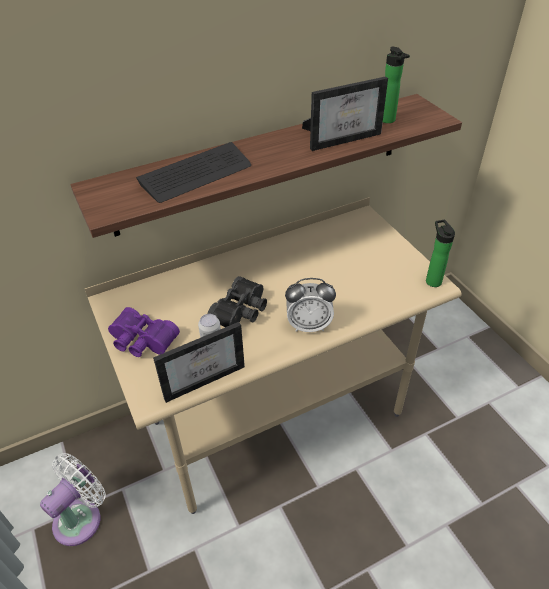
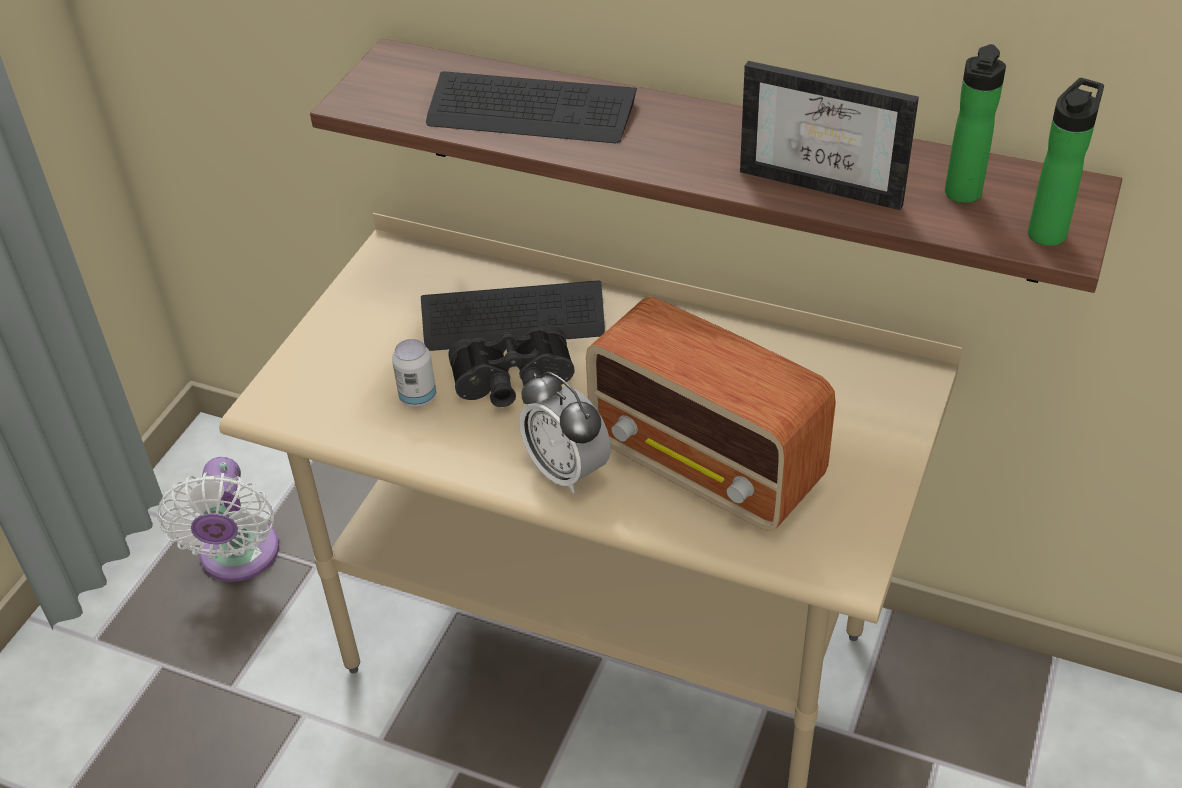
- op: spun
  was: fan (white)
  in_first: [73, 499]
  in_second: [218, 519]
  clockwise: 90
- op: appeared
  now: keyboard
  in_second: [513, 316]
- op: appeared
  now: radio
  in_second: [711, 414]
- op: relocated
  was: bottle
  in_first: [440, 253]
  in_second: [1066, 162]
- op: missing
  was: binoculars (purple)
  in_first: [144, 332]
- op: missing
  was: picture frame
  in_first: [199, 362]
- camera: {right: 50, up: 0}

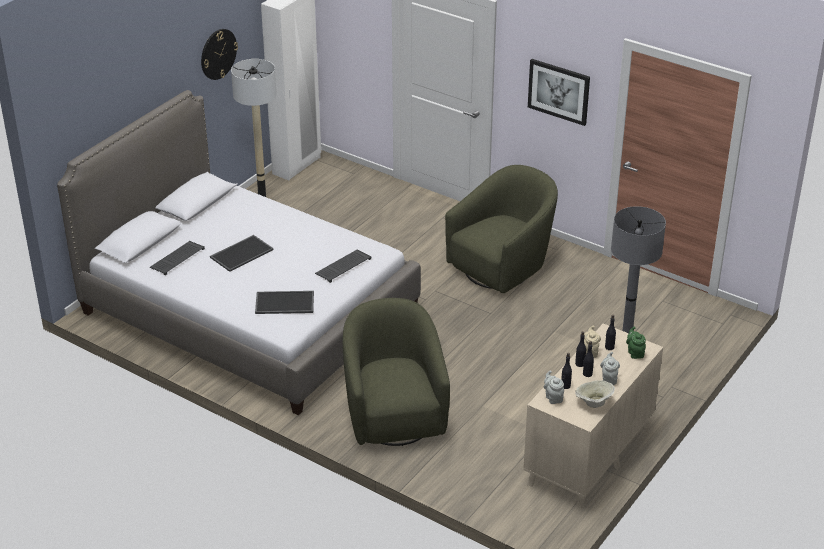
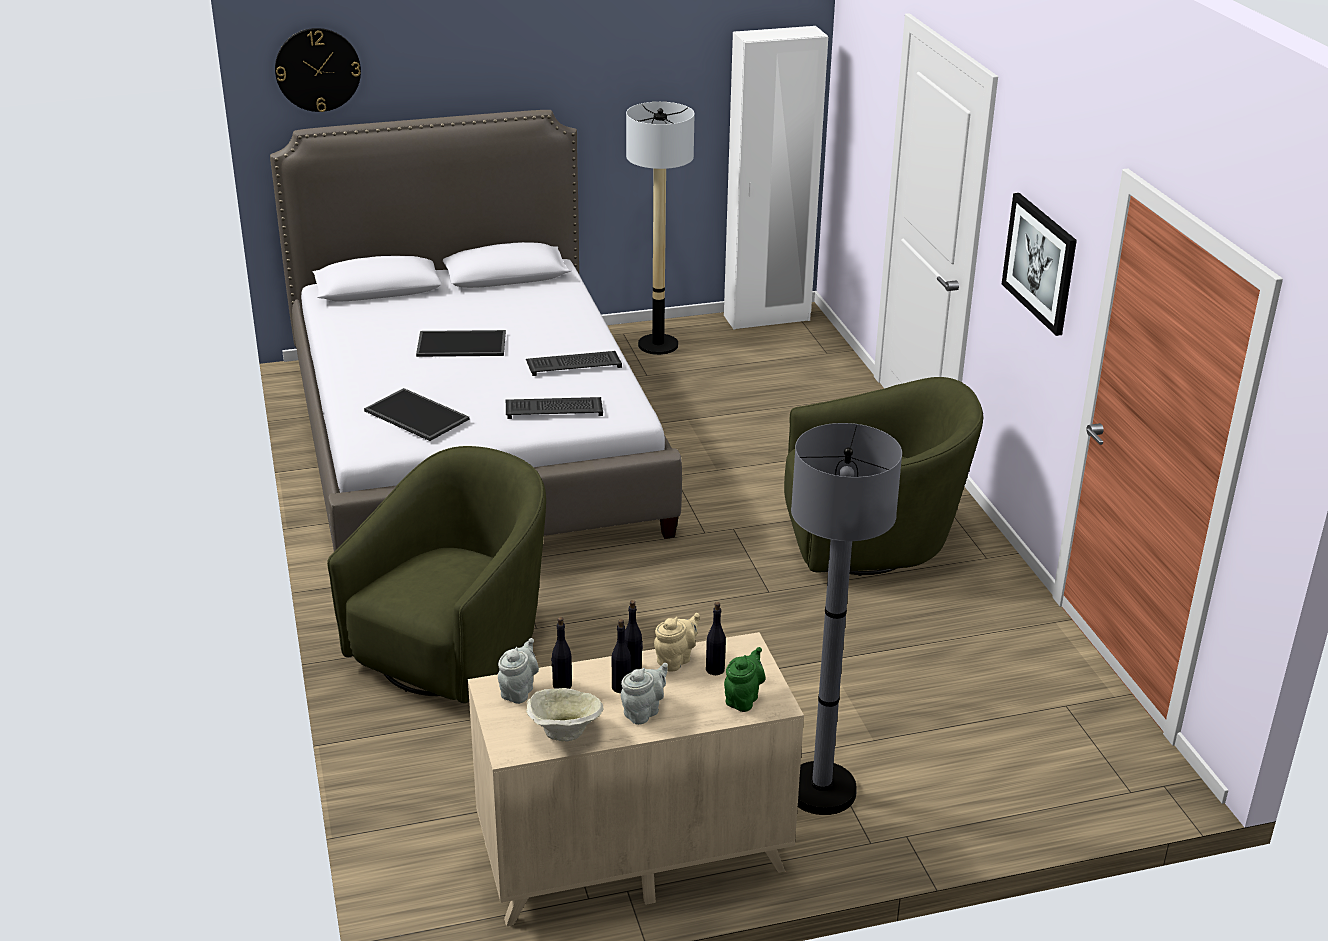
- op: relocated
  was: wall clock
  in_first: [219, 54]
  in_second: [318, 70]
- op: relocated
  was: keyboard
  in_first: [177, 258]
  in_second: [574, 363]
- camera: {right: 40, up: -5}

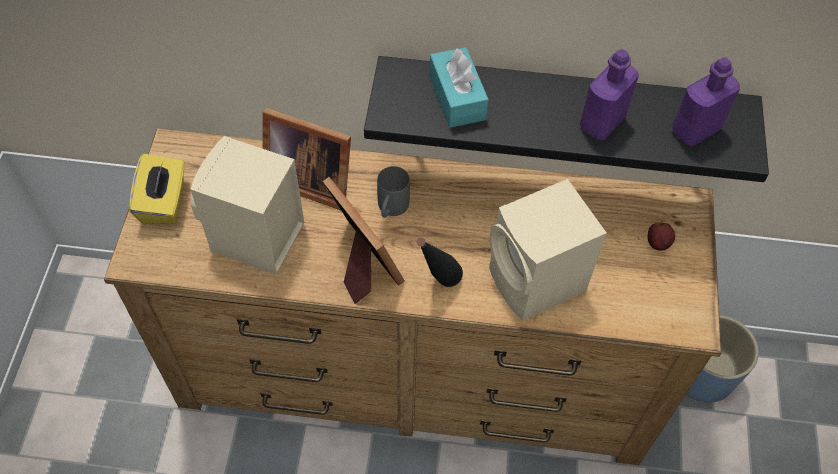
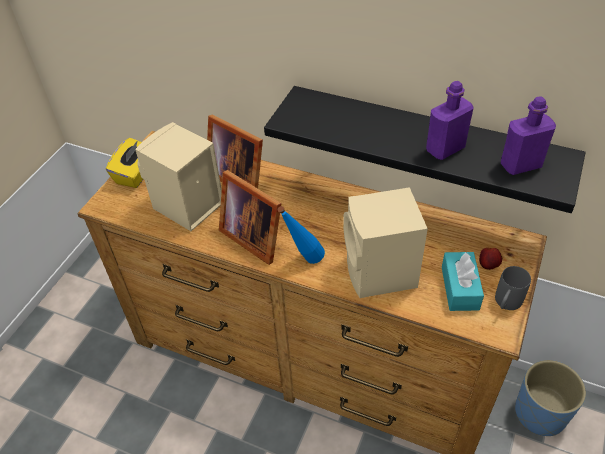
- op: spun
  was: picture frame
  in_first: [364, 240]
  in_second: [250, 217]
  clockwise: 150
- op: colour
  was: bottle (black)
  now: bottle (blue)
  in_first: [439, 262]
  in_second: [301, 235]
- op: relocated
  was: tissue box (turquoise)
  in_first: [459, 87]
  in_second: [463, 281]
- op: relocated
  was: mug (grey)
  in_first: [393, 192]
  in_second: [513, 288]
- camera: {right: 20, up: -10}

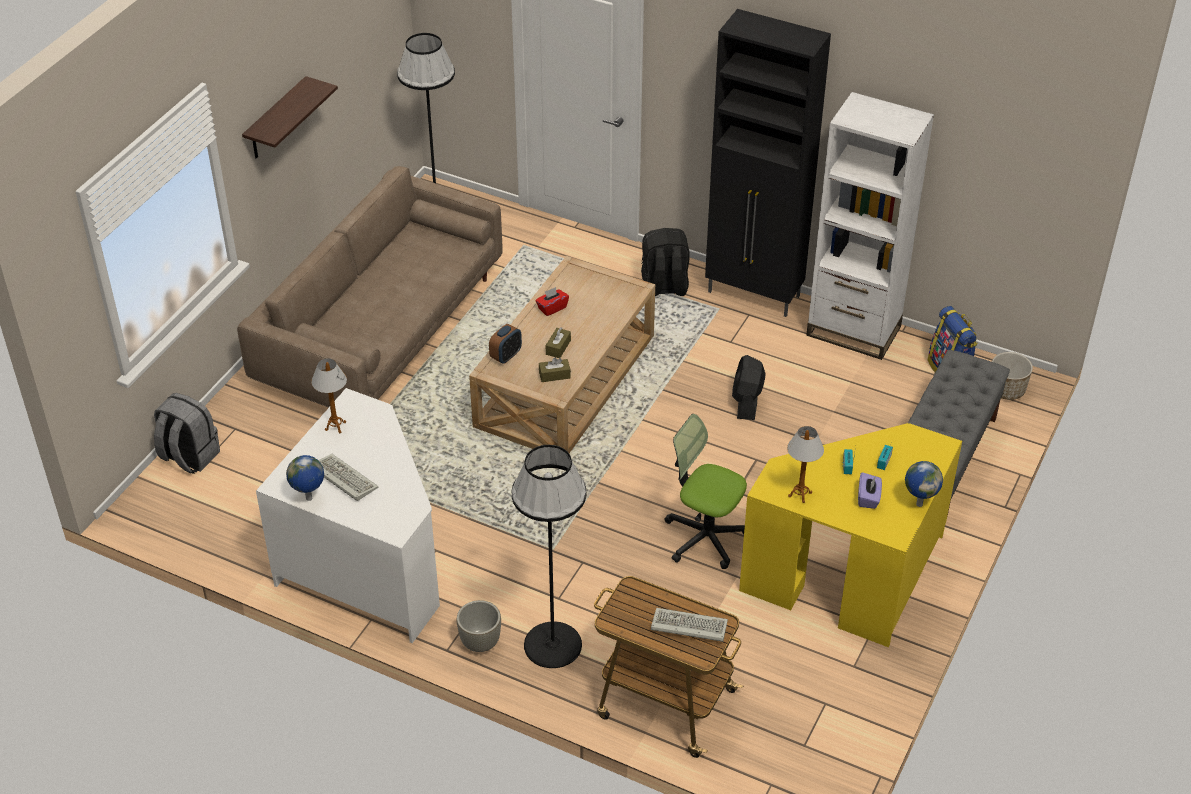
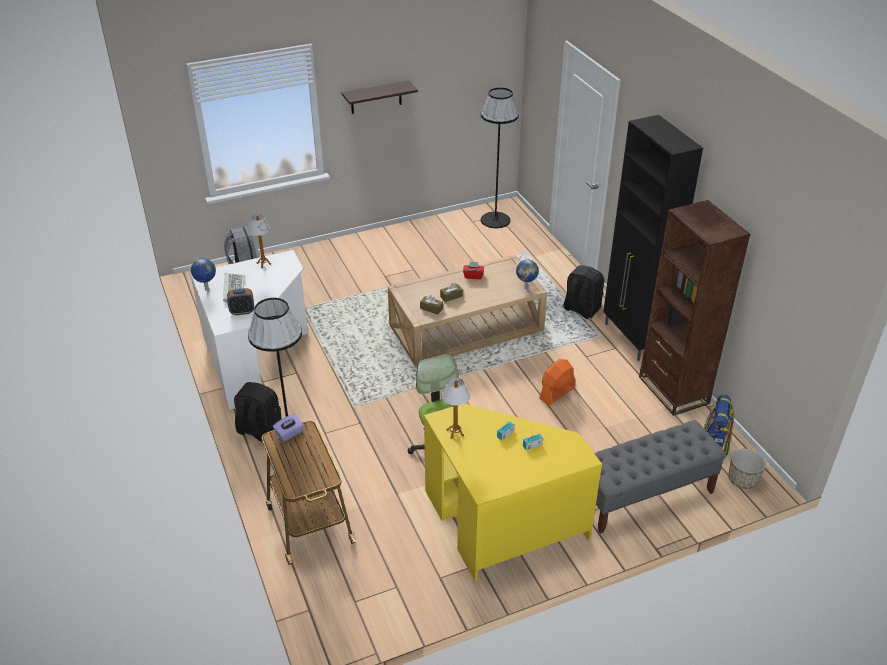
- op: relocated
  was: alarm clock
  in_first: [505, 344]
  in_second: [240, 302]
- op: exchanged
  was: planter (grey)
  now: backpack (black)
  in_first: [479, 626]
  in_second: [258, 412]
- op: relocated
  was: tissue box (purple)
  in_first: [870, 490]
  in_second: [288, 427]
- op: relocated
  was: globe
  in_first: [924, 484]
  in_second: [527, 275]
- op: colour
  was: fan (black)
  now: fan (orange)
  in_first: [748, 387]
  in_second: [557, 382]
- op: colour
  was: bookcase (white)
  now: bookcase (brown)
  in_first: [870, 226]
  in_second: [695, 308]
- op: missing
  was: sofa (beige)
  in_first: [370, 287]
- op: missing
  was: keyboard
  in_first: [689, 625]
- camera: {right: 40, up: -5}

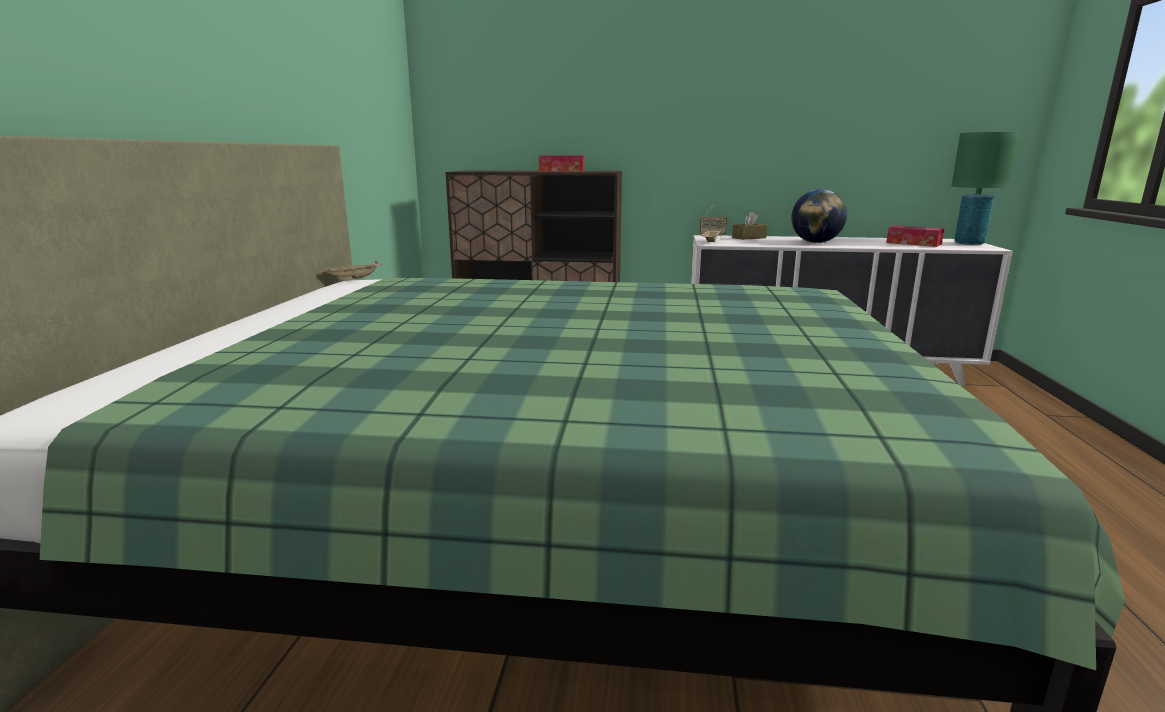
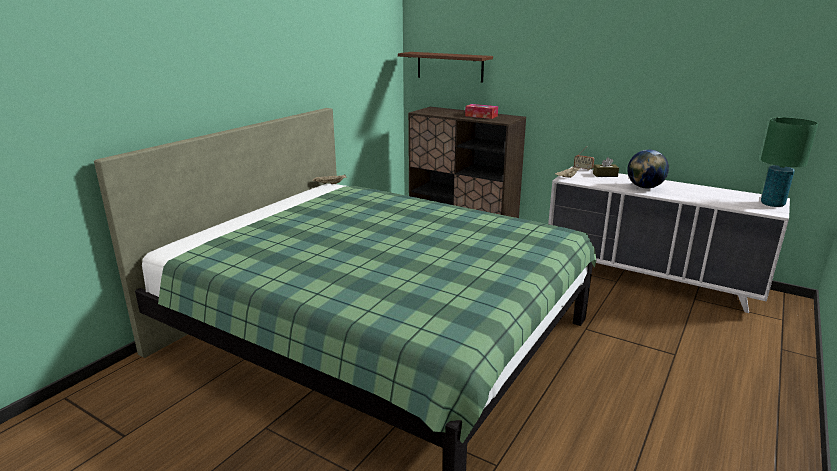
- op: appeared
  now: shelf (brown)
  in_second: [445, 67]
- op: missing
  was: tissue box
  in_first: [915, 236]
- camera: {right: 25, up: 5}

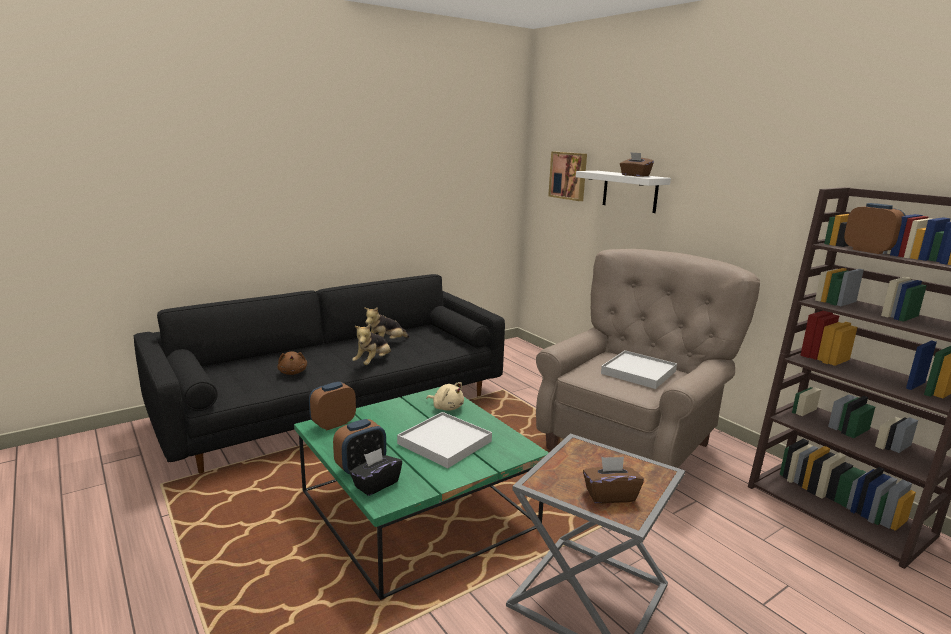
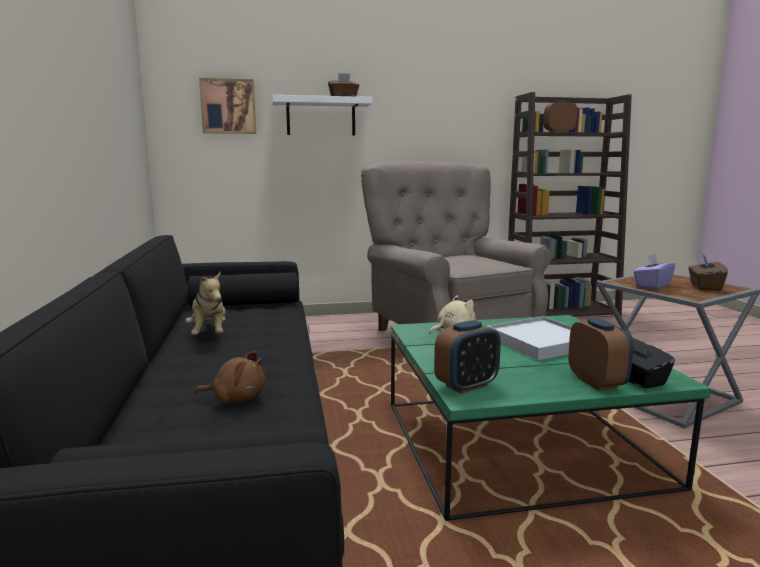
- op: spun
  was: alarm clock
  in_first: [332, 406]
  in_second: [467, 357]
  clockwise: -105
- op: appeared
  now: tissue box (purple)
  in_second: [654, 271]
- op: missing
  was: plush toy
  in_first: [371, 344]
- op: missing
  was: tray (white)
  in_first: [639, 369]
- camera: {right: -65, up: -5}

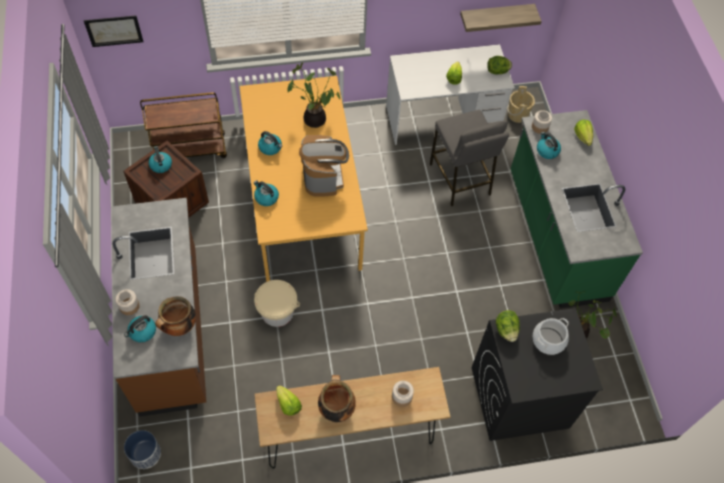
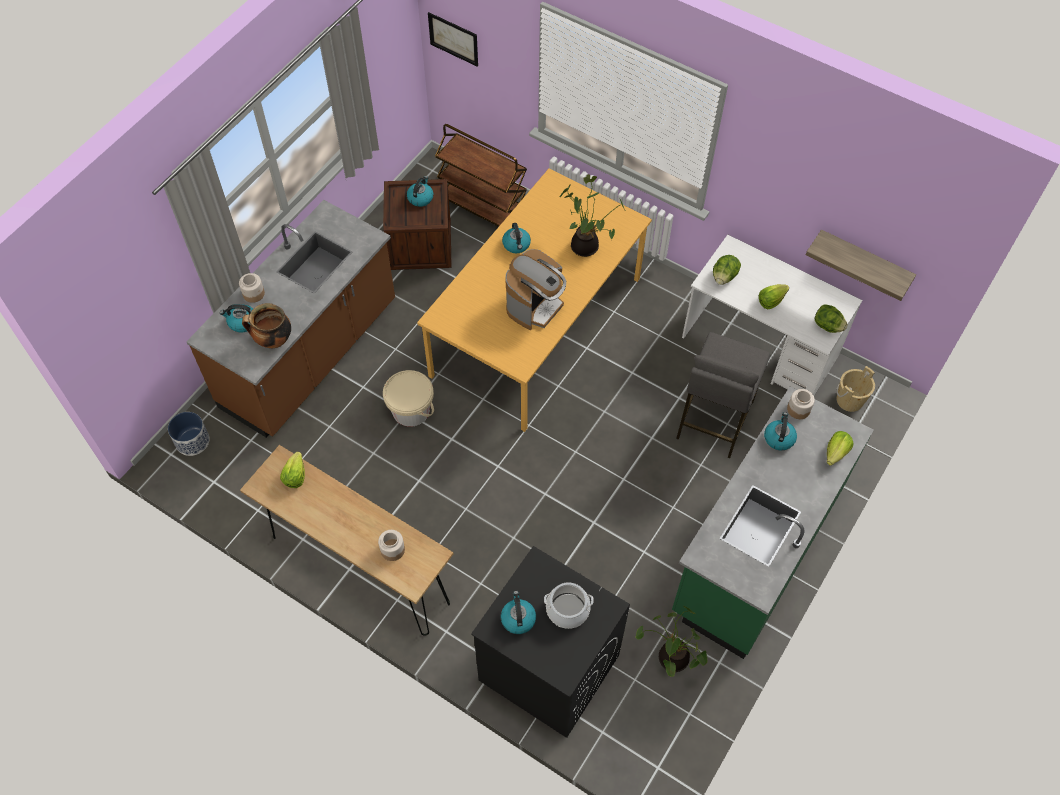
- op: relocated
  was: kettle
  in_first: [266, 193]
  in_second: [518, 612]
- op: relocated
  was: lettuce
  in_first: [508, 326]
  in_second: [727, 270]
- op: missing
  was: cooking pot
  in_first: [337, 398]
- camera: {right: 45, up: 0}

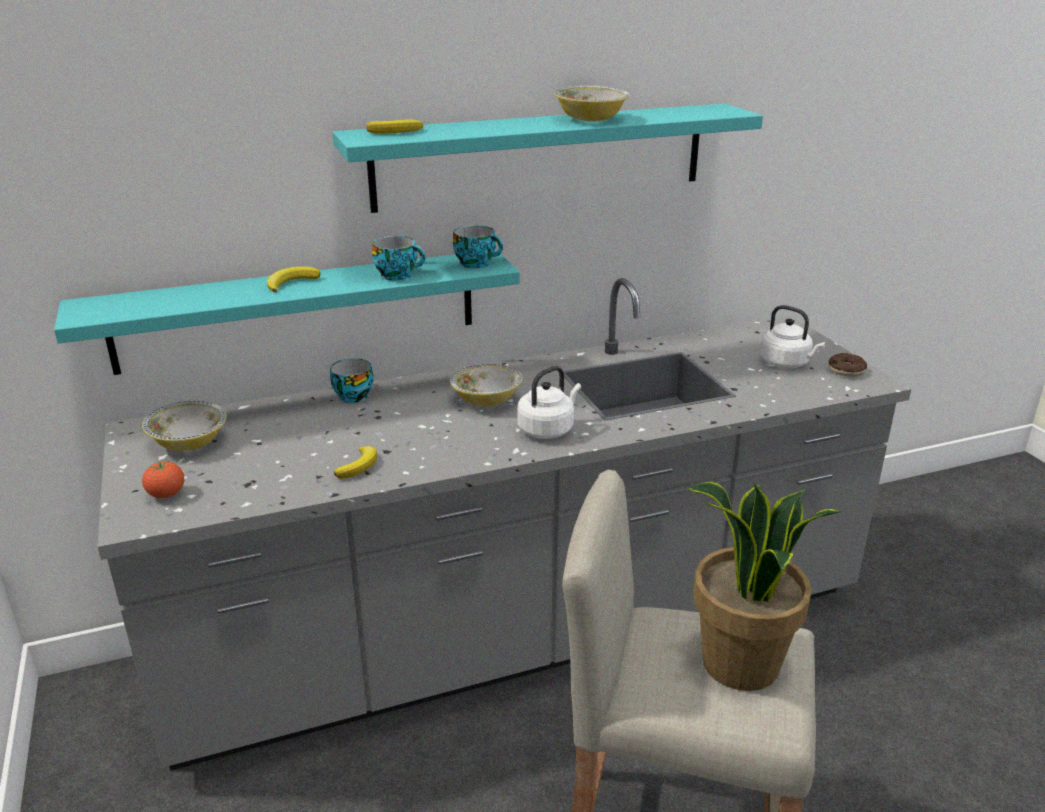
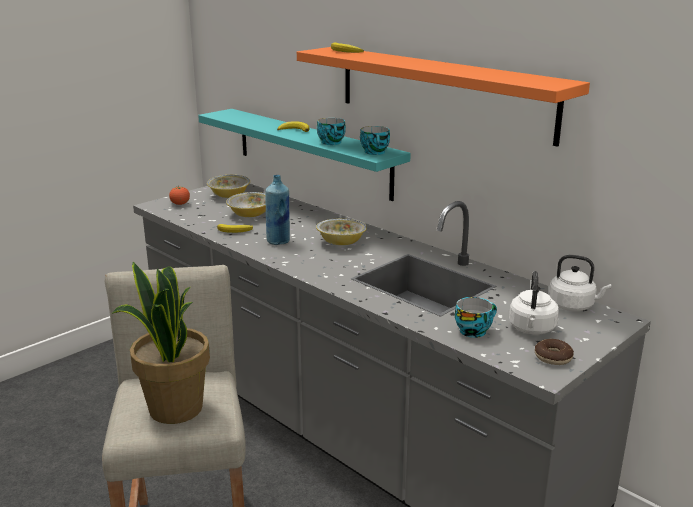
- op: relocated
  was: bowl
  in_first: [592, 103]
  in_second: [246, 204]
- op: appeared
  now: bottle (blue)
  in_second: [277, 210]
- op: colour
  was: shelf (turquoise)
  now: shelf (orange)
  in_first: [547, 158]
  in_second: [443, 97]
- op: relocated
  was: cup
  in_first: [351, 380]
  in_second: [476, 317]
- op: relocated
  was: kettle (white)
  in_first: [549, 402]
  in_second: [580, 283]
- camera: {right: 65, up: -5}

